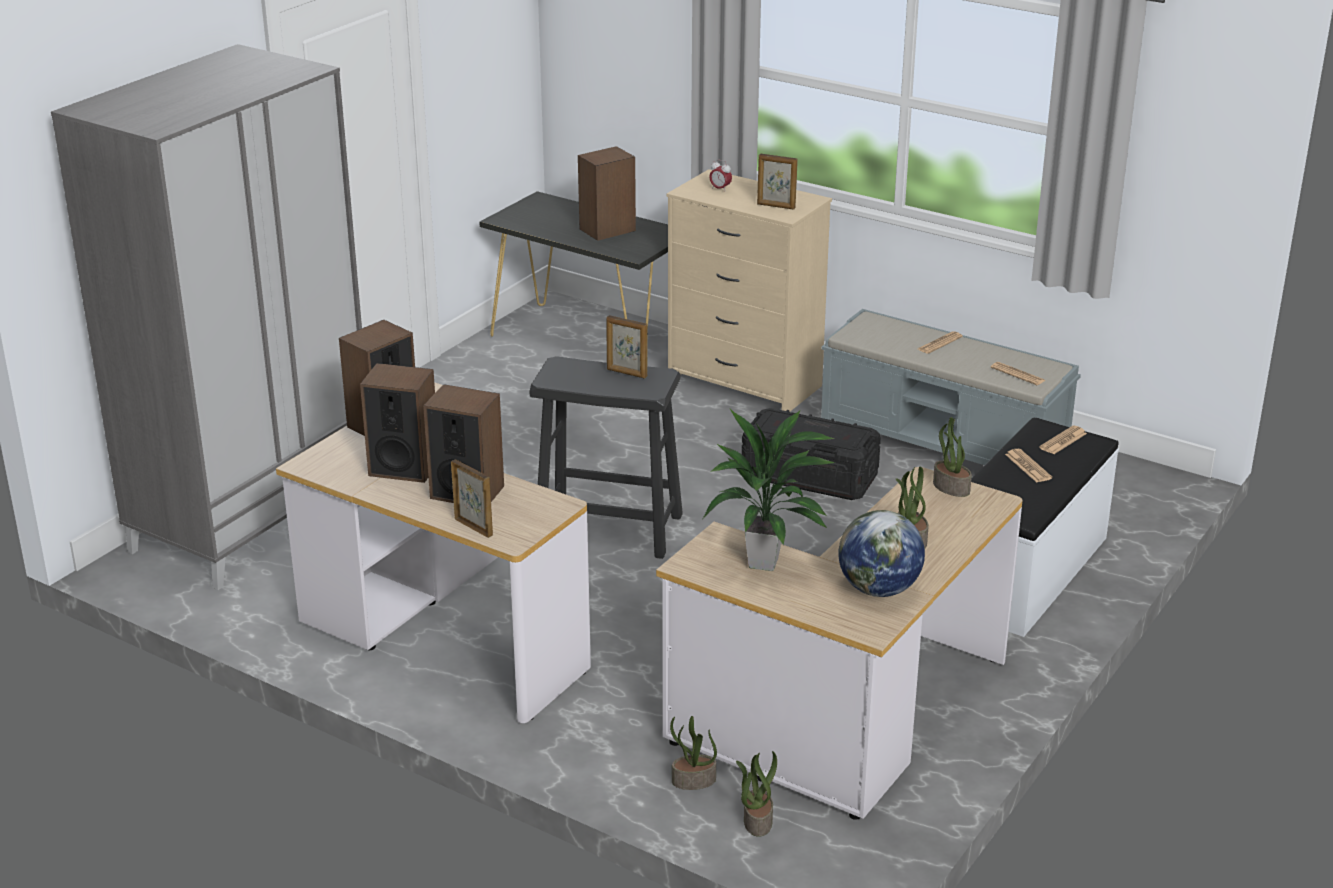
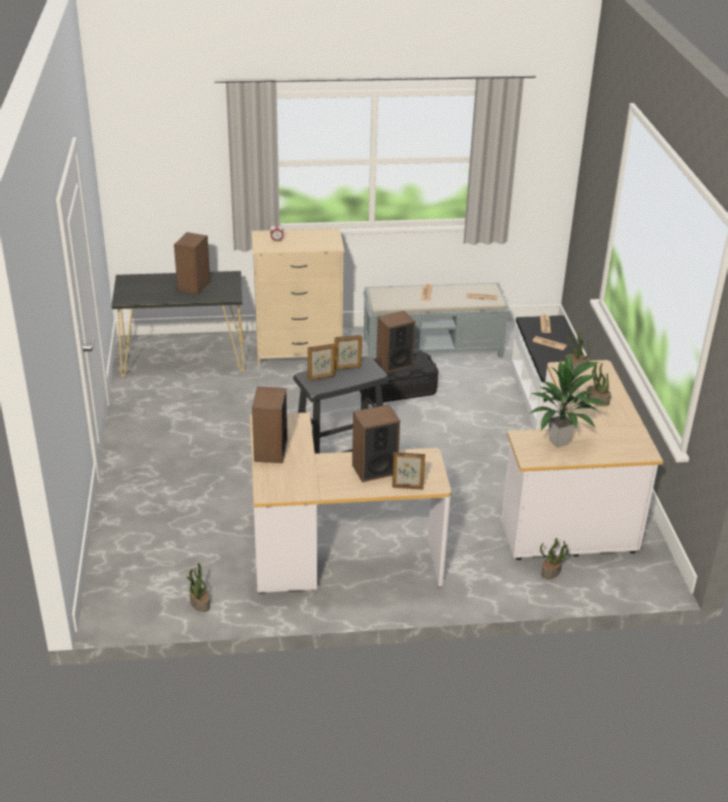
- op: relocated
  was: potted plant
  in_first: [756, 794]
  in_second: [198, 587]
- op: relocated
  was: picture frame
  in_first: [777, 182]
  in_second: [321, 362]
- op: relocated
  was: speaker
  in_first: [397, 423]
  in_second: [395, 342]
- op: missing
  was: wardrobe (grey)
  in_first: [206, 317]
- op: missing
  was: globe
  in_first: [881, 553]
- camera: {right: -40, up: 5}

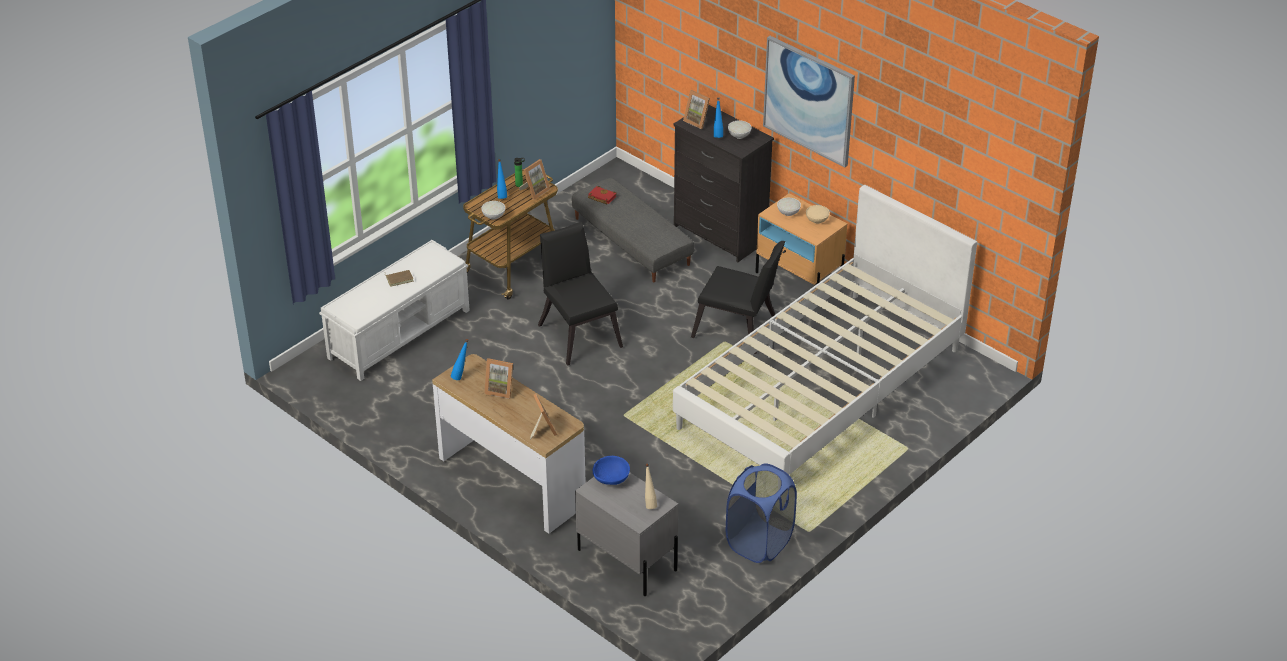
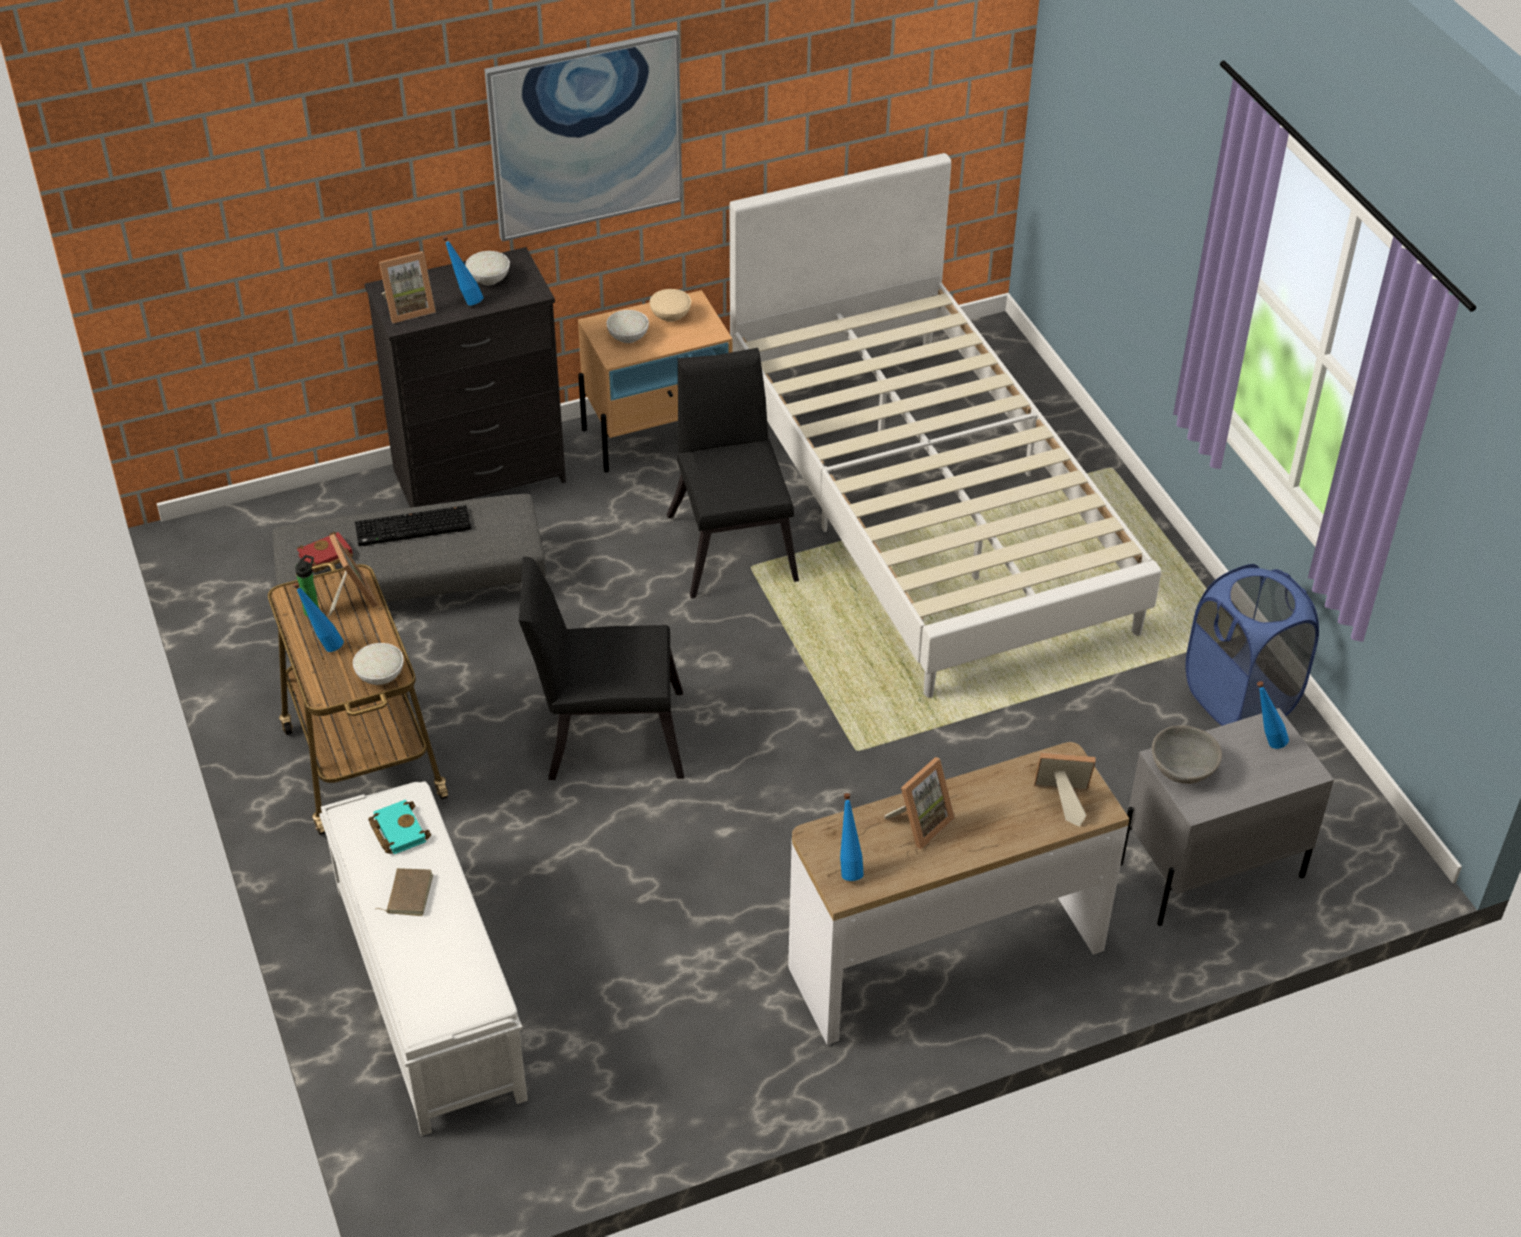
- op: appeared
  now: keyboard
  in_second: [413, 525]
- op: appeared
  now: book (turquoise)
  in_second: [399, 827]
- op: spun
  was: chair (black)
  in_first: [738, 297]
  in_second: [733, 473]
  clockwise: -60
- op: colour
  was: bowl (blue)
  now: bowl (grey)
  in_first: [611, 470]
  in_second: [1187, 754]
- op: colour
  was: bottle (beige)
  now: bottle (blue)
  in_first: [651, 486]
  in_second: [1273, 715]
- camera: {right: -65, up: 5}

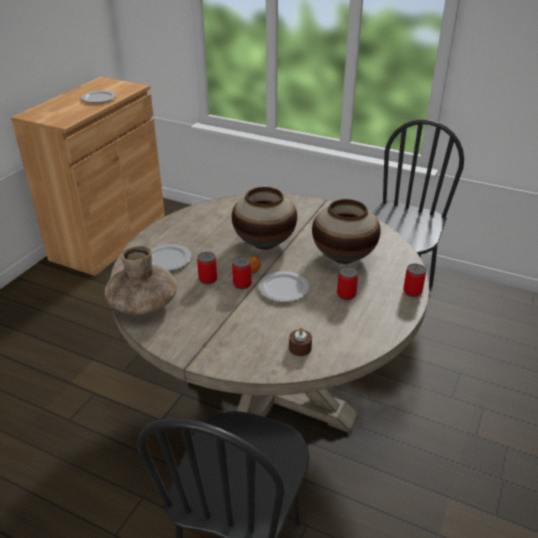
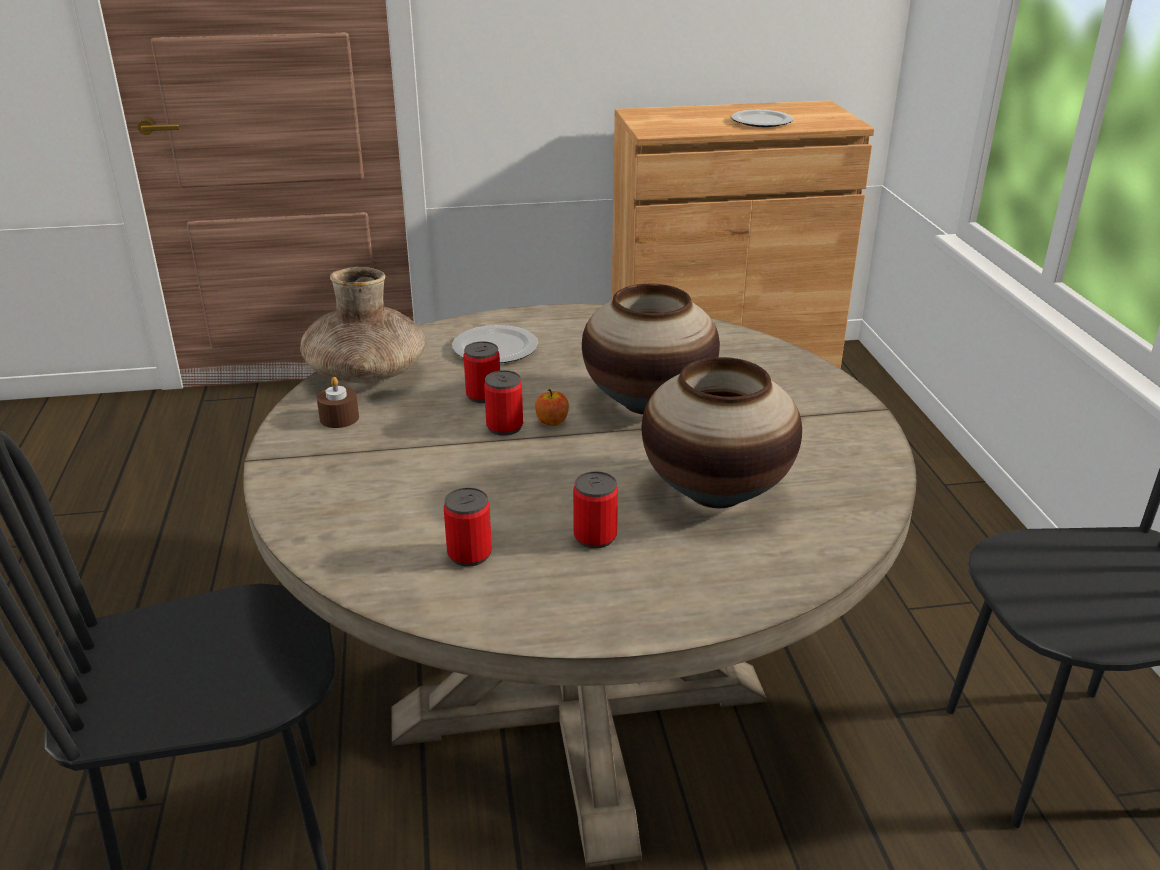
- op: relocated
  was: candle (brown)
  in_first: [300, 341]
  in_second: [338, 402]
- op: relocated
  was: can
  in_first: [414, 280]
  in_second: [468, 526]
- op: missing
  was: plate
  in_first: [284, 286]
- camera: {right: 55, up: -5}

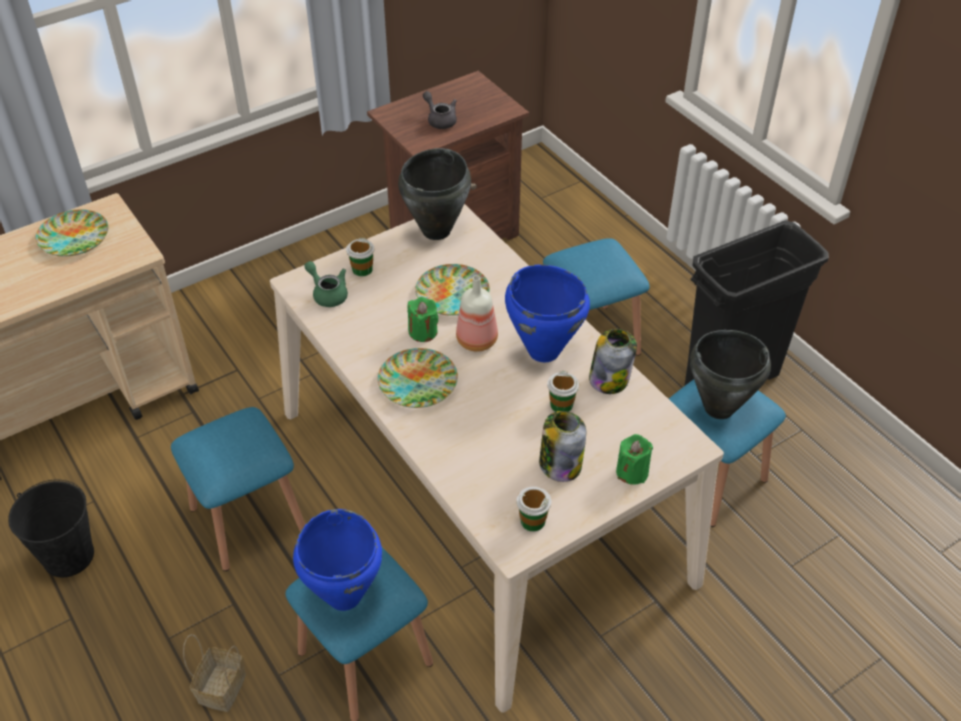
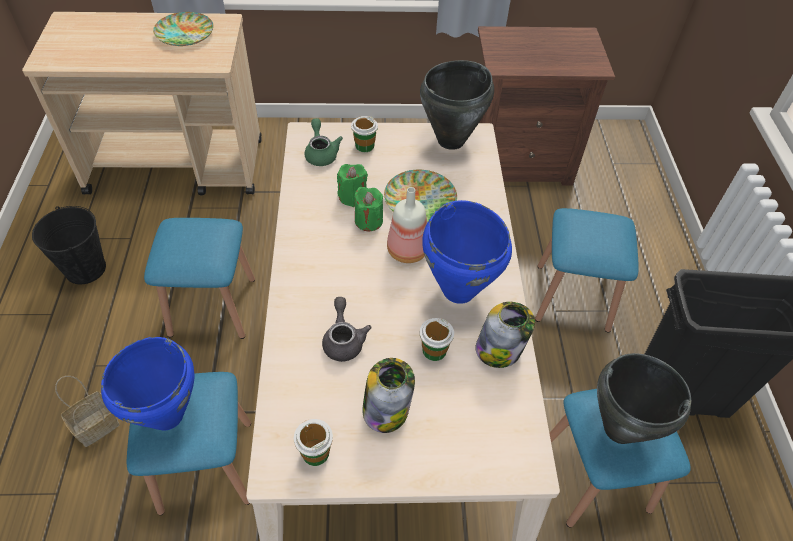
- op: relocated
  was: teapot (grey)
  in_first: [440, 110]
  in_second: [347, 329]
- op: relocated
  was: candle (green)
  in_first: [634, 459]
  in_second: [352, 185]
- op: missing
  was: plate
  in_first: [418, 378]
- camera: {right: 30, up: 5}

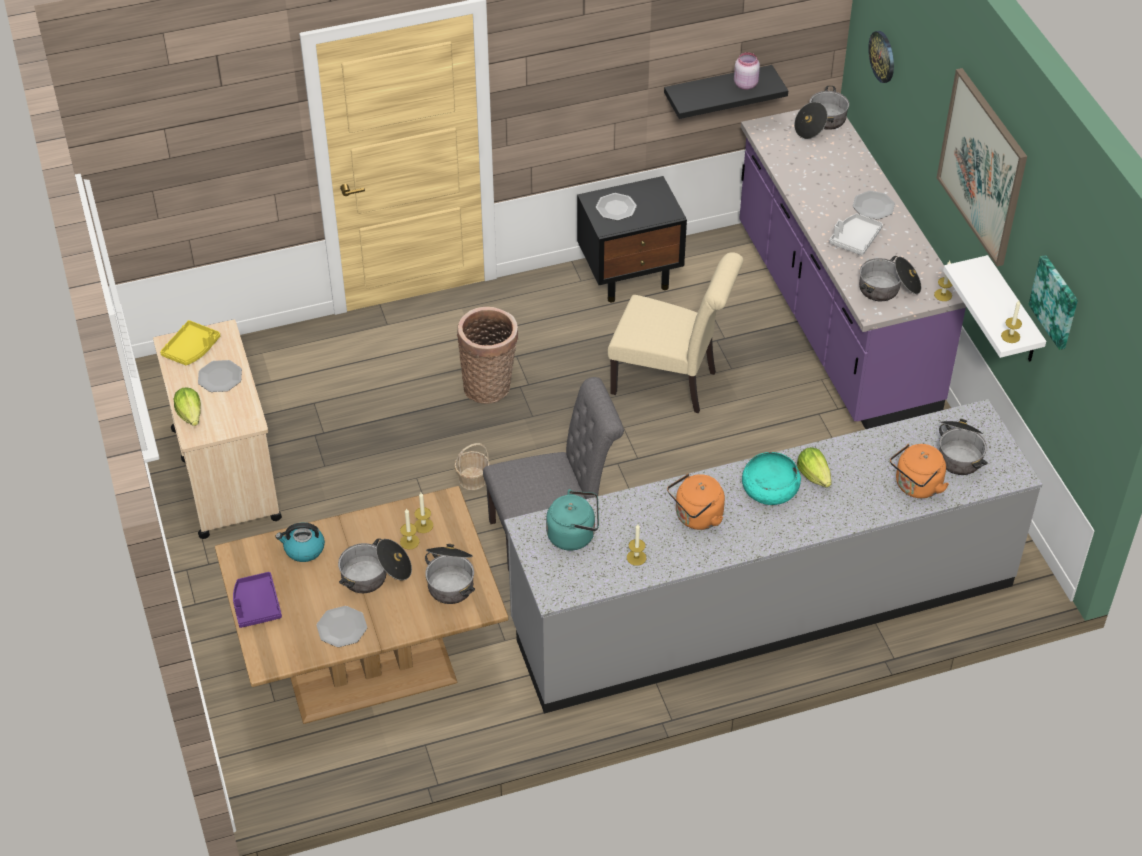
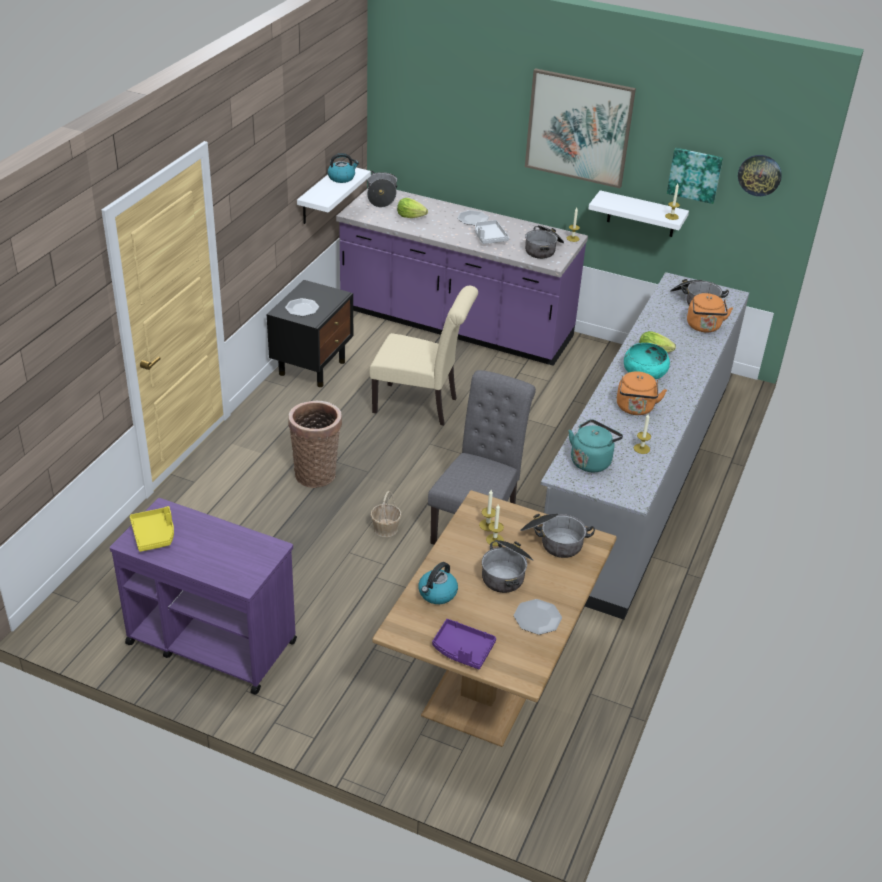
- op: colour
  was: cart (beige)
  now: cart (purple)
  in_first: [217, 429]
  in_second: [203, 596]
- op: colour
  was: shelf (black)
  now: shelf (white)
  in_first: [726, 92]
  in_second: [334, 196]
- op: exchanged
  was: jar (pink)
  now: kettle
  in_first: [747, 71]
  in_second: [343, 168]
- op: spun
  was: chair (beige)
  in_first: [676, 332]
  in_second: [423, 356]
  clockwise: 45
- op: relocated
  was: lettuce
  in_first: [187, 406]
  in_second: [412, 208]
- op: relocated
  was: wall clock
  in_first: [881, 57]
  in_second: [760, 175]
- op: missing
  was: plate
  in_first: [220, 376]
- camera: {right: -50, up: -10}

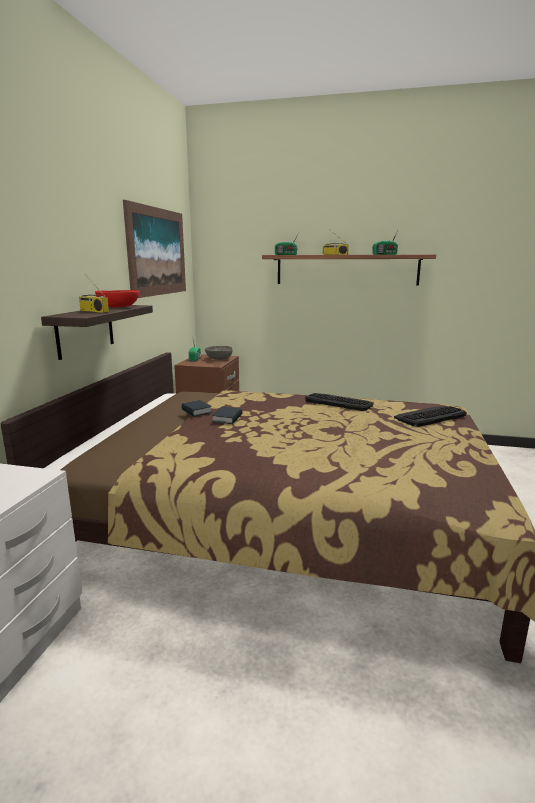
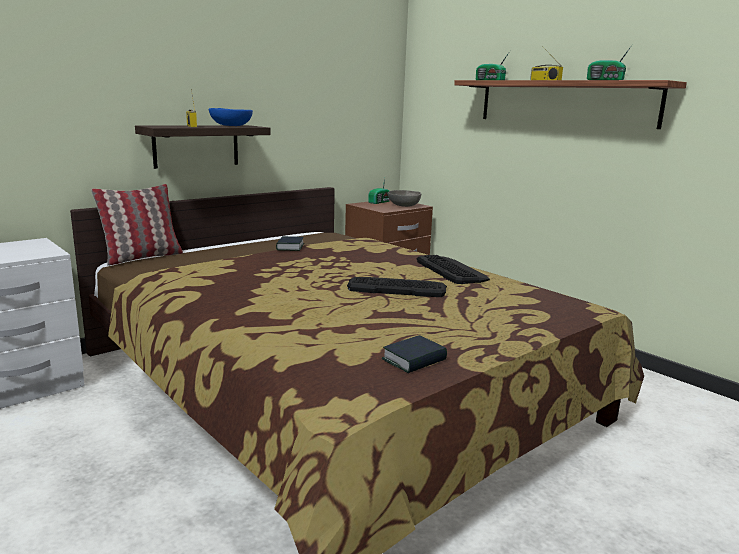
- op: appeared
  now: pillow
  in_second: [137, 225]
- op: colour
  was: bowl (red)
  now: bowl (blue)
  in_first: [117, 298]
  in_second: [231, 117]
- op: relocated
  was: keyboard
  in_first: [430, 416]
  in_second: [397, 287]
- op: relocated
  was: book
  in_first: [227, 415]
  in_second: [414, 354]
- op: missing
  was: picture
  in_first: [154, 249]
- camera: {right: 35, up: 0}

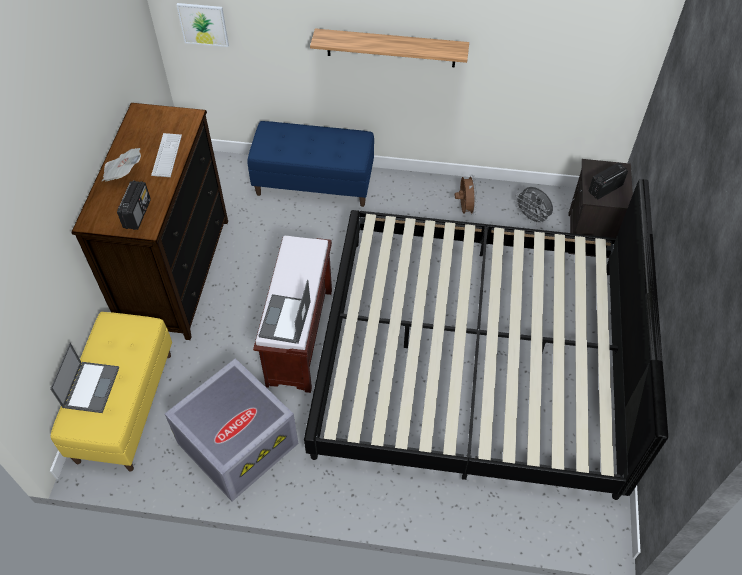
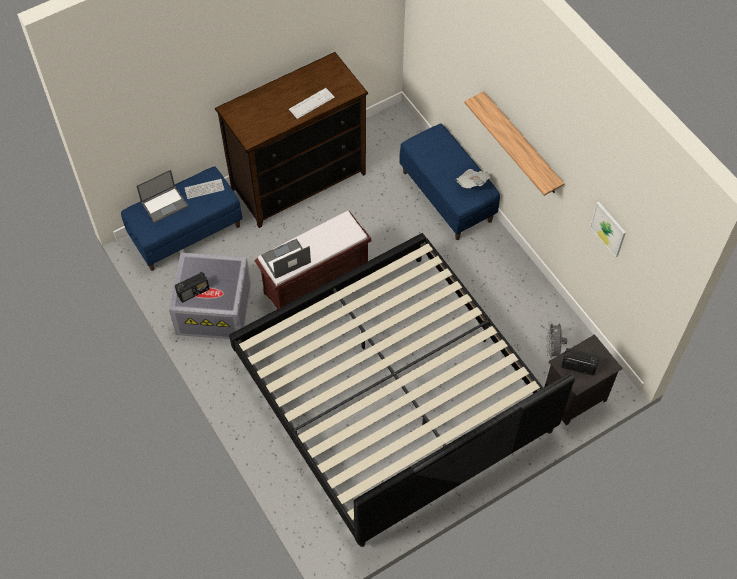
- op: colour
  was: bench (yellow)
  now: bench (blue)
  in_first: [111, 392]
  in_second: [181, 218]
- op: relocated
  was: radio
  in_first: [134, 205]
  in_second: [192, 287]
- op: appeared
  now: keyboard
  in_second: [204, 189]
- op: relocated
  was: newspaper
  in_first: [121, 165]
  in_second: [473, 178]
- op: relocated
  was: picture
  in_first: [203, 25]
  in_second: [608, 229]
- op: missing
  was: fan (brown)
  in_first: [466, 195]
- camera: {right: 50, up: 5}

